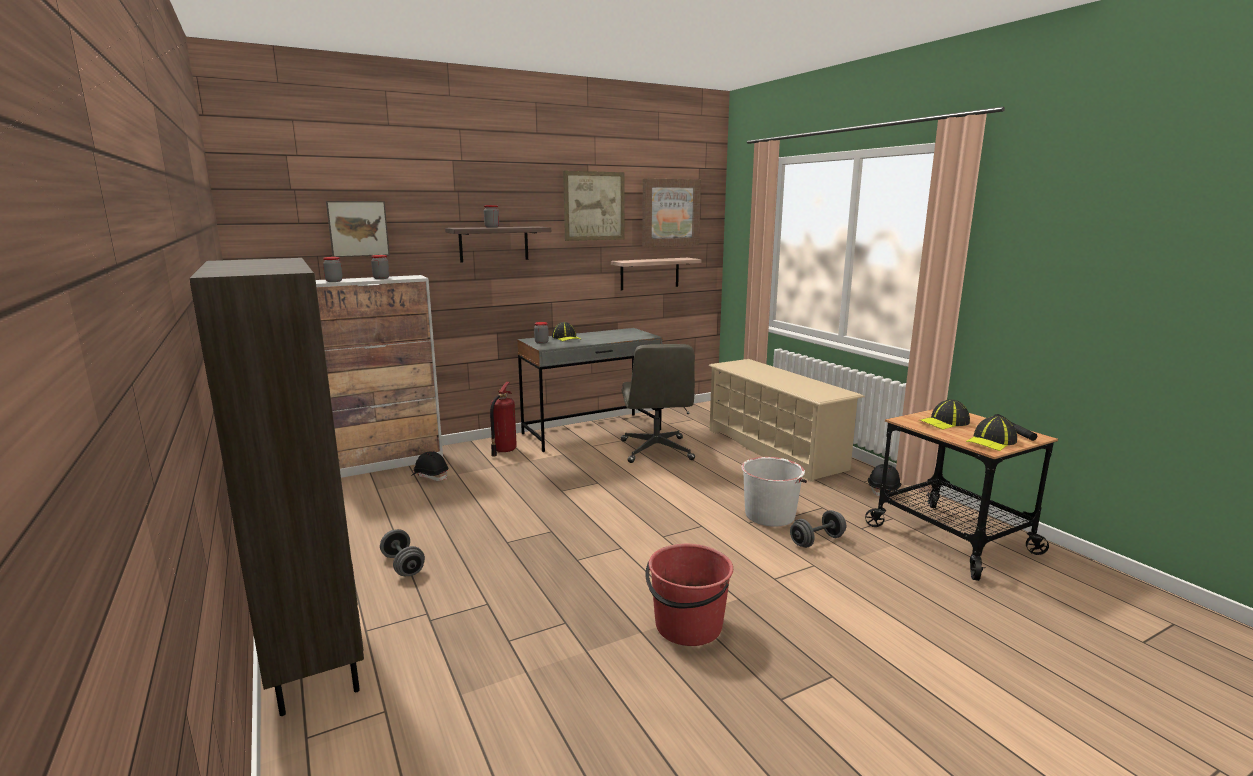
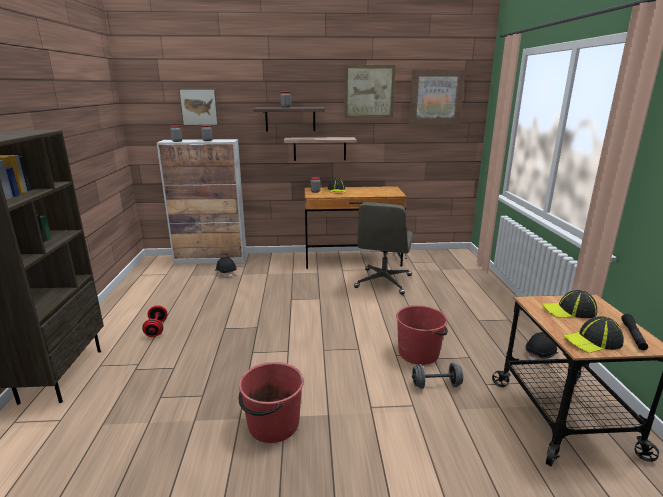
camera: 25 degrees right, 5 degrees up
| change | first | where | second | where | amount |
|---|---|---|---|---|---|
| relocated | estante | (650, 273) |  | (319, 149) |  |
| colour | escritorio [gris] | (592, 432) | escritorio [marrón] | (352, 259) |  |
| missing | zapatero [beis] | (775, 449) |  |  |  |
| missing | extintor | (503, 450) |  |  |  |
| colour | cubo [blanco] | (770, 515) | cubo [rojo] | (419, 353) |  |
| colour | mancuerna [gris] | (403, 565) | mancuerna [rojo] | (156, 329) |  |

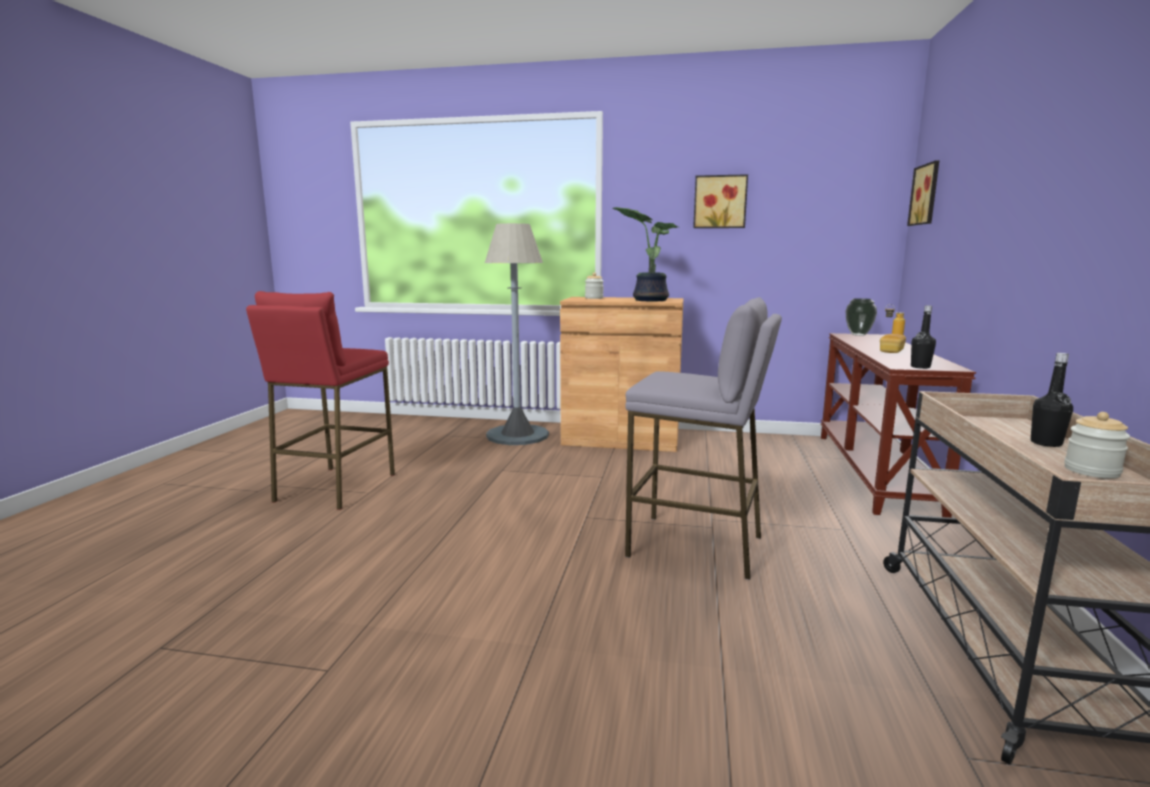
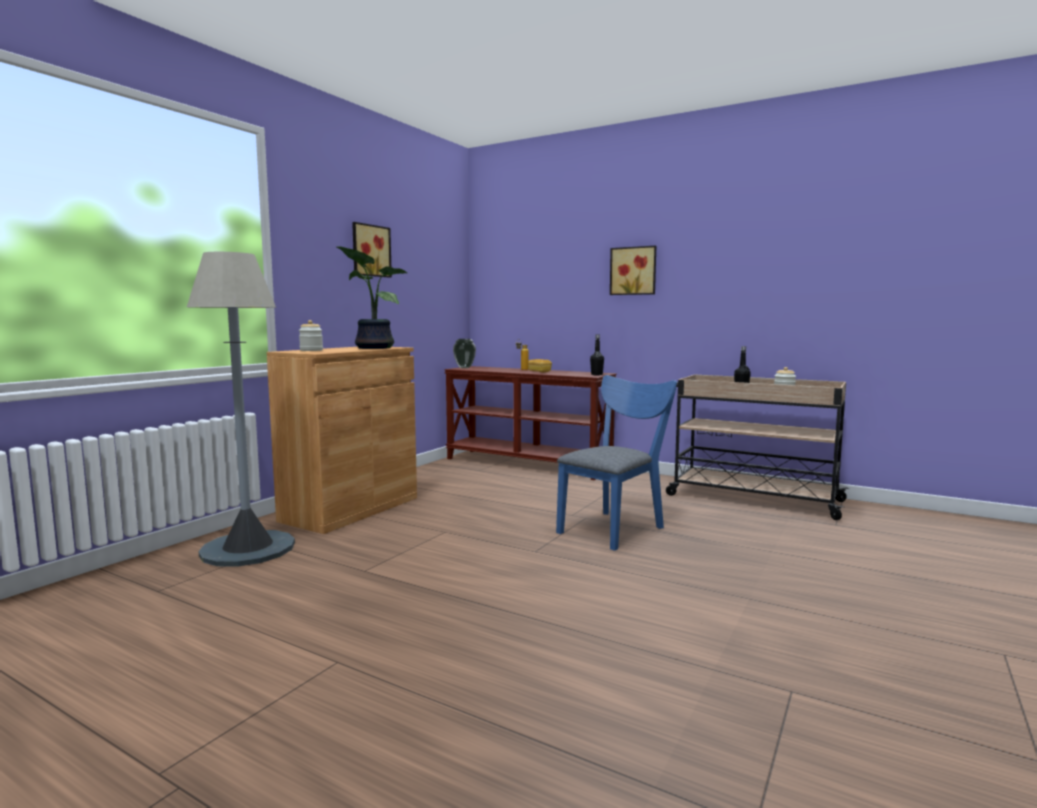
camera: 70 degrees left, 5 degrees down
| change | first | where | second | where | amount |
|---|---|---|---|---|---|
| relocated | cuadro | (927, 194) |  | (633, 271) |  |
| missing | taburete [rojo] | (334, 487) |  |  |  |
| exchanged | taburete [gris] | (696, 546) | silla [azul] | (615, 528) |  |

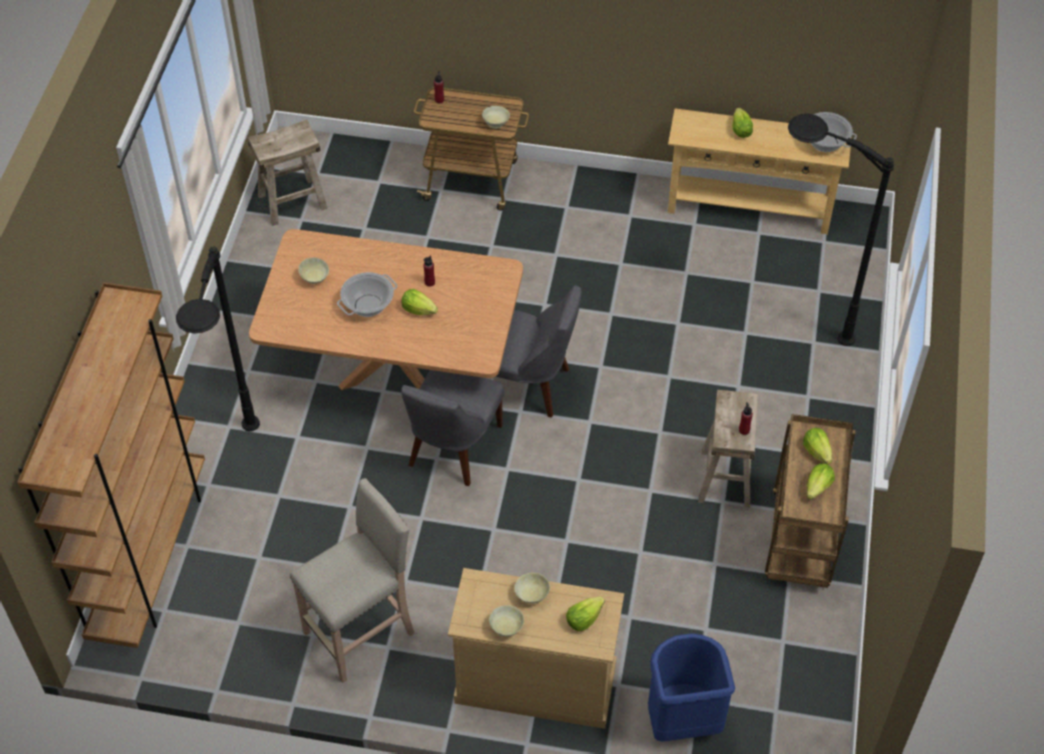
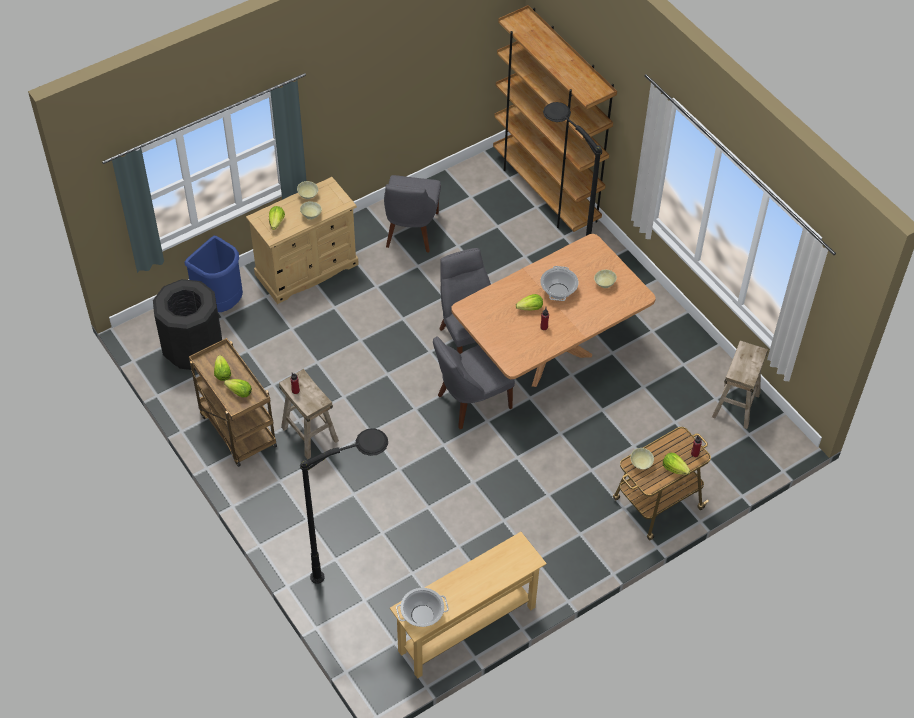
camera: 135 degrees right, 0 degrees up
| change | first | where | second | where | amount |
|---|---|---|---|---|---|
| relocated | lechuga | (740, 130) |  | (674, 468) |  |
| exchanged | taburete [beis] | (361, 632) | silla [gris] | (411, 232) |  |
| appeared |  |  | papelera [negro] | (193, 350) |  |

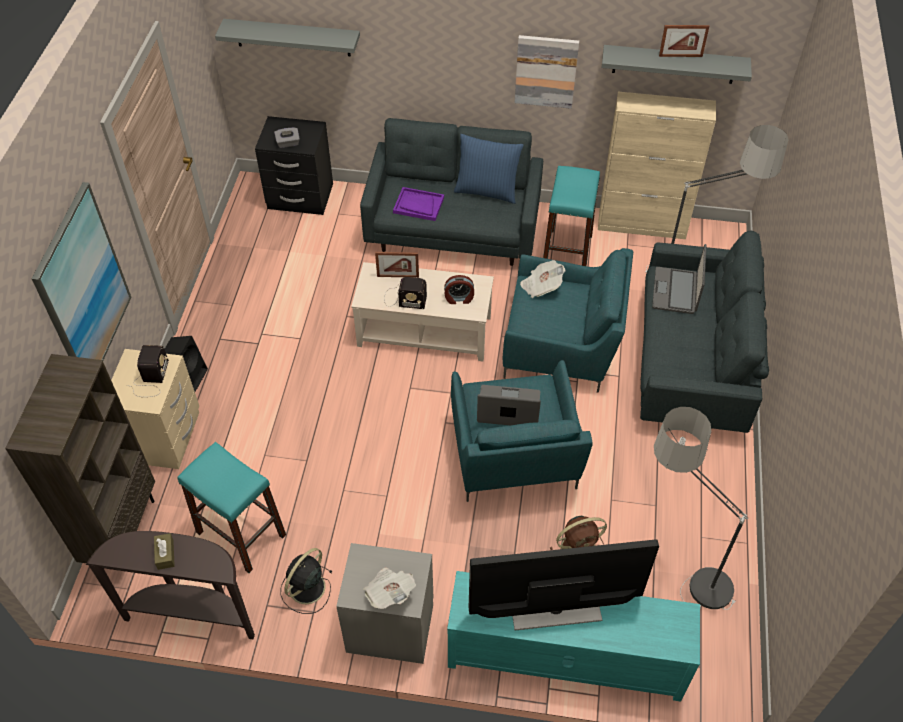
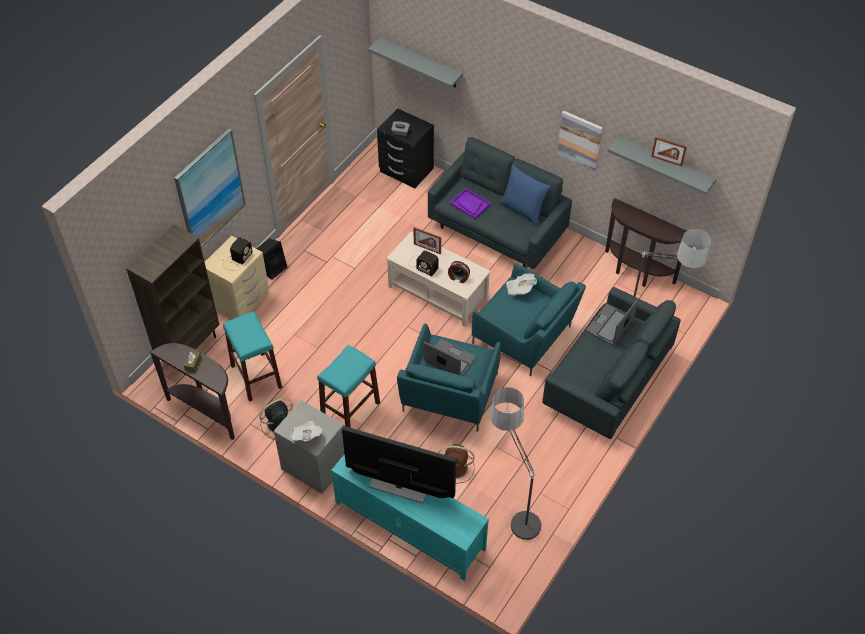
camera: 25 degrees right, 0 degrees up
| change | first | where | second | where | amount |
|---|---|---|---|---|---|
| exchanged | armario [beis] | (642, 225) | mesa consola [marrón] | (636, 273) |  |
| relocated | taburete [turquesa] | (567, 253) |  | (350, 410) |  |

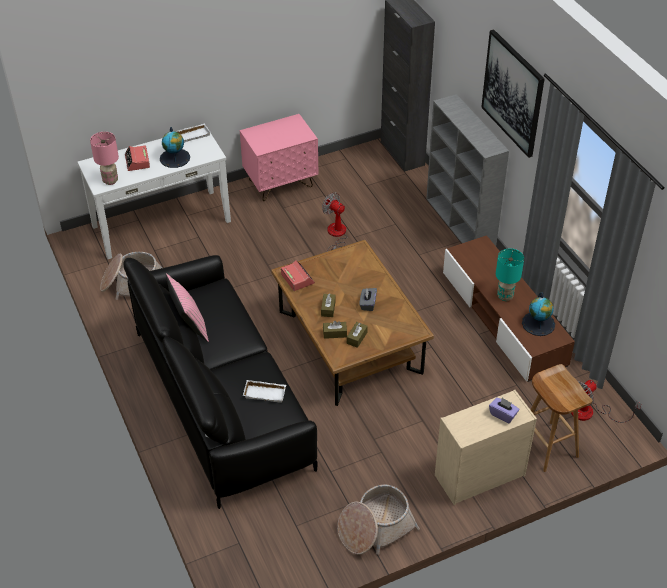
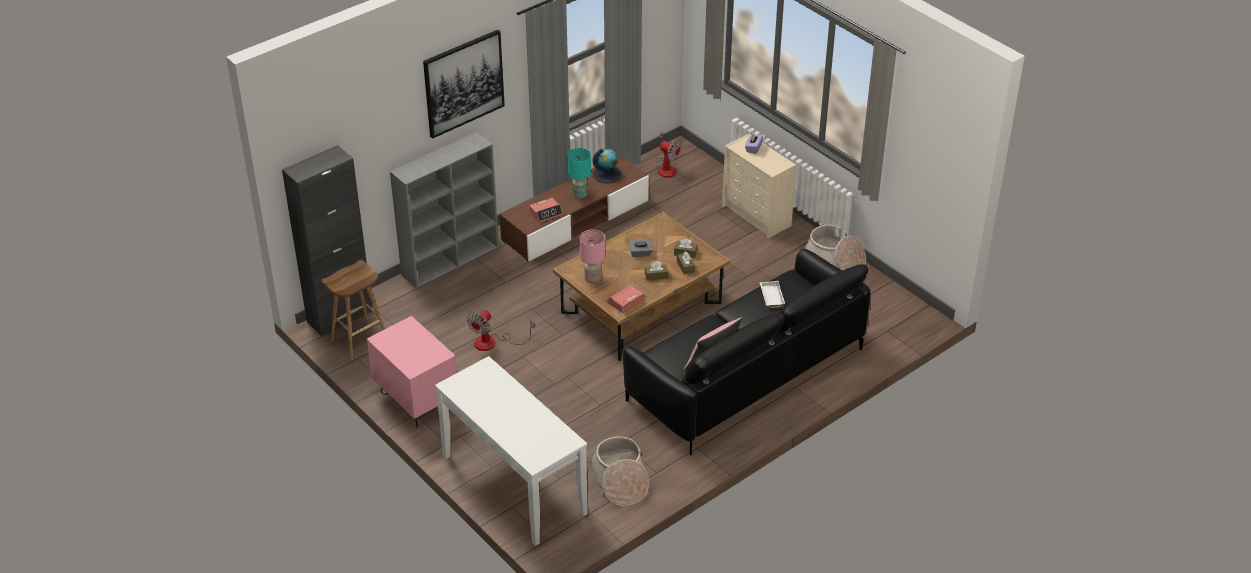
camera: 105 degrees left, 5 degrees down
| change | first | where | second | where | amount |
|---|---|---|---|---|---|
| missing | bandeja [blanco] | (192, 135) |  |  |  |
| missing | globo terráqueo | (175, 158) |  |  |  |
| relocated | lámpara de mesa [rosa] | (110, 180) |  | (592, 279) |  |
| relocated | despertador | (137, 161) |  | (546, 213) |  |
| relocated | taburete [marrón] | (546, 446) |  | (359, 341) |  |

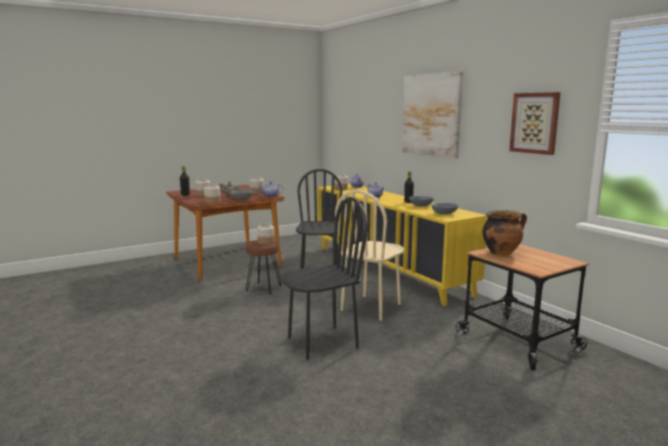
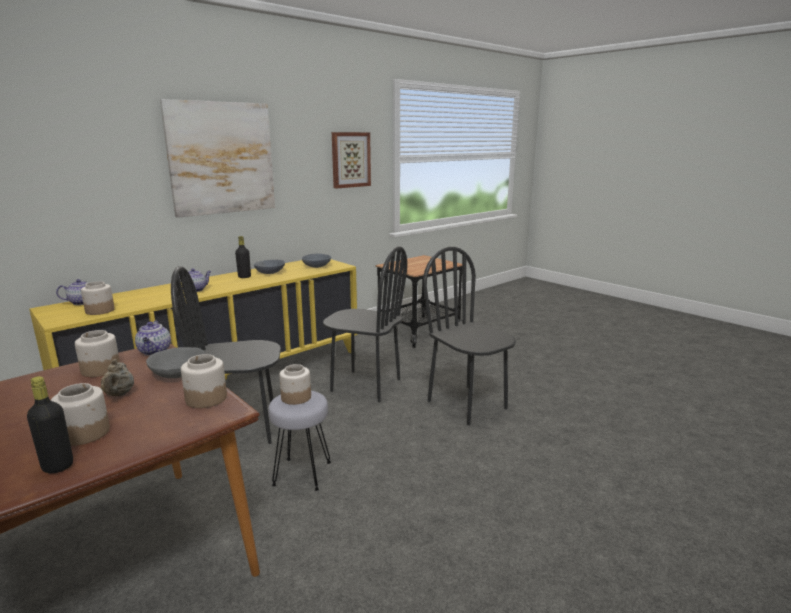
camera: 100 degrees left, 5 degrees up
| change | first | where | second | where | amount |
|---|---|---|---|---|---|
| colour | silla [beis] | (371, 307) | silla [negro] | (365, 385) |  |
| missing | olla | (501, 253) |  |  |  |
| colour | taburete [marrón] | (263, 288) | taburete [gris] | (303, 474) |  |

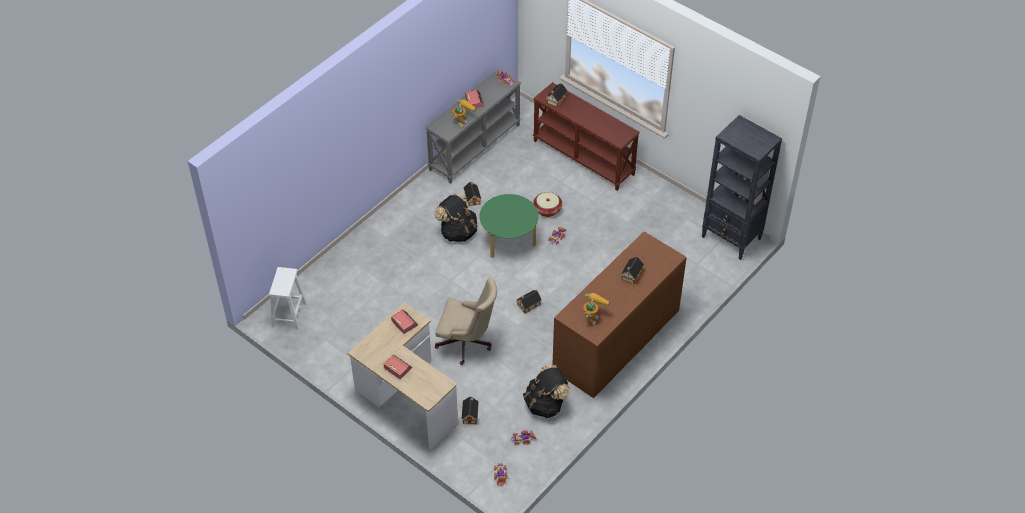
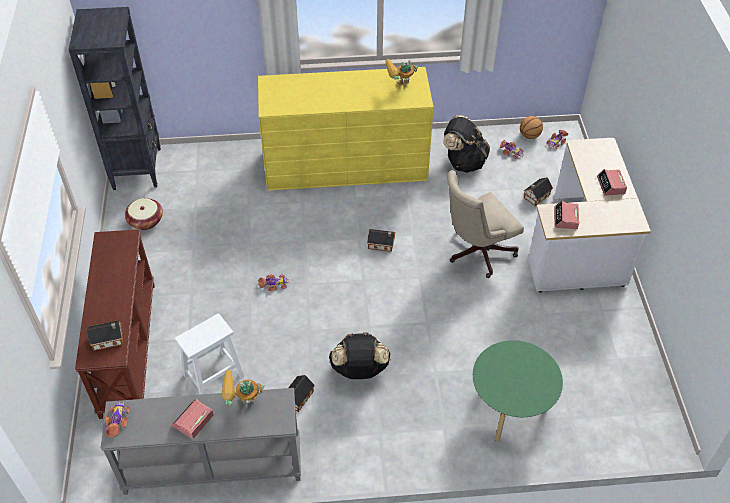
camera: 135 degrees left, 0 degrees up
| change | first | where | second | where | amount |
|---|---|---|---|---|---|
| relocated | cesta | (547, 209) |  | (146, 221) |  |
| relocated | mesa de centro [verde] | (509, 241) |  | (510, 408) |  |
| colour | cómoda [marrón] | (616, 340) | cómoda [amarillo] | (346, 165) |  |
| missing | casita | (631, 275) |  |  |  |
| relocated | taburete [blanco] | (289, 314) |  | (213, 376) |  |
| spun | silla de oficina [beis] | (467, 343) |  | (476, 252) | 90 degrees counterclockwise |
| appeared |  |  | balón de baloncesto | (529, 135) |  |

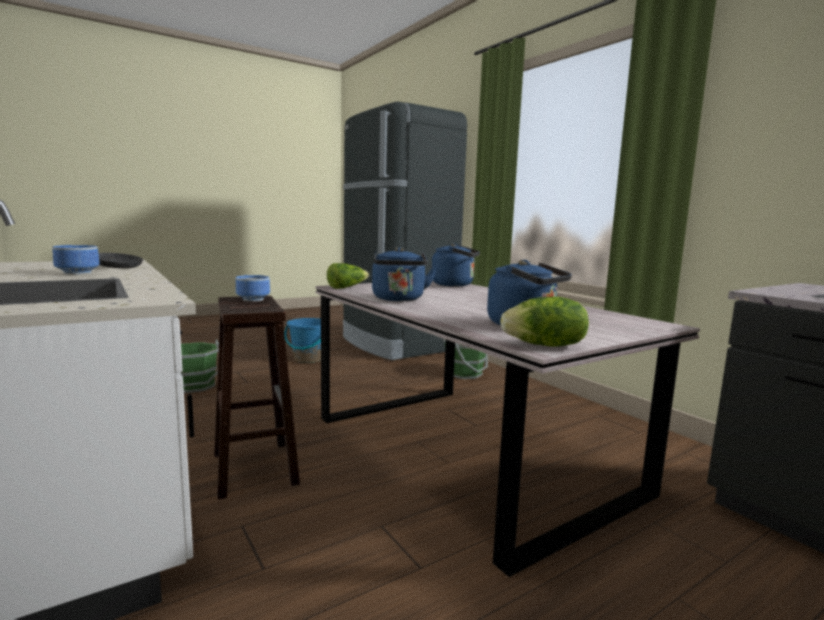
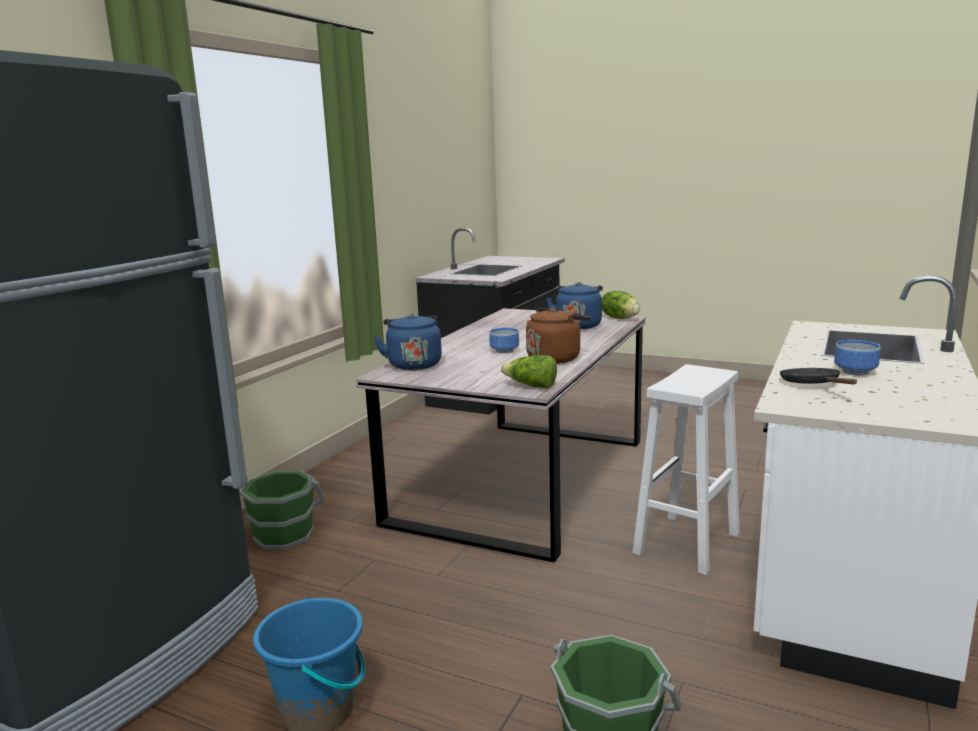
camera: 120 degrees left, 5 degrees up
| change | first | where | second | where | amount |
|---|---|---|---|---|---|
| colour | hervidor [azul] | (399, 299) | hervidor [marrón] | (555, 358) |  |
| relocated | cuenco | (252, 299) |  | (504, 351) |  |
| colour | taburete [marrón] | (254, 467) | taburete [blanco] | (686, 544) |  |

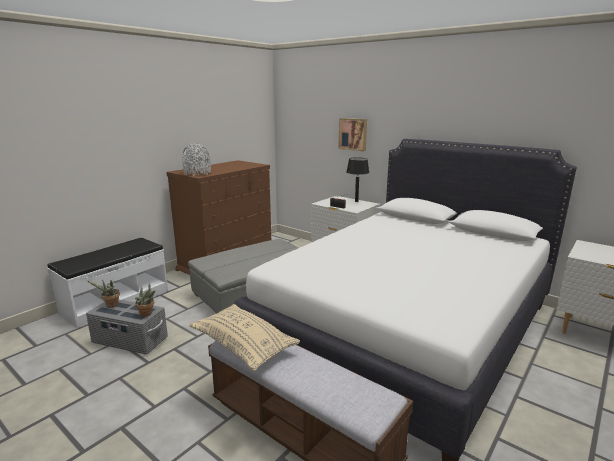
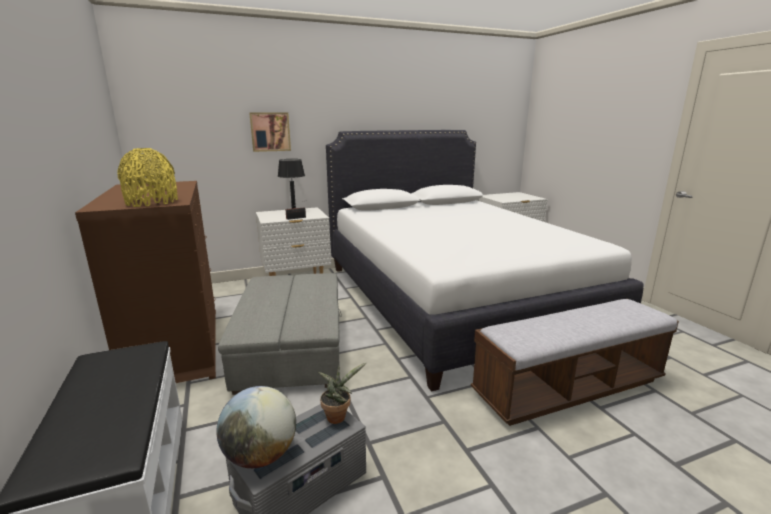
camera: 60 degrees left, 0 degrees up
| change | first | where | second | where | amount |
|---|---|---|---|---|---|
| colour | florero [gris] | (197, 173) | florero [amarillo] | (152, 202) |  |
| exchanged | planta en maceta | (110, 305) | globo terráqueo | (261, 455) |  |
| missing | cojín [beis] | (243, 345) |  |  |  |

